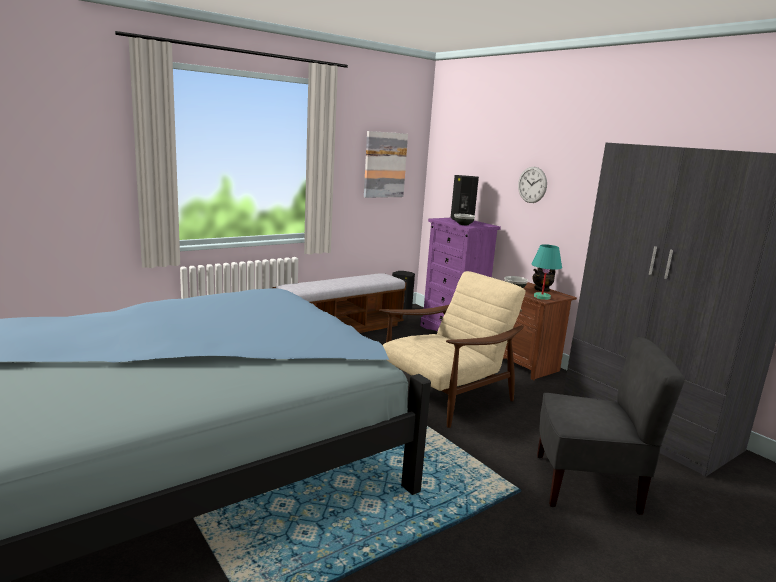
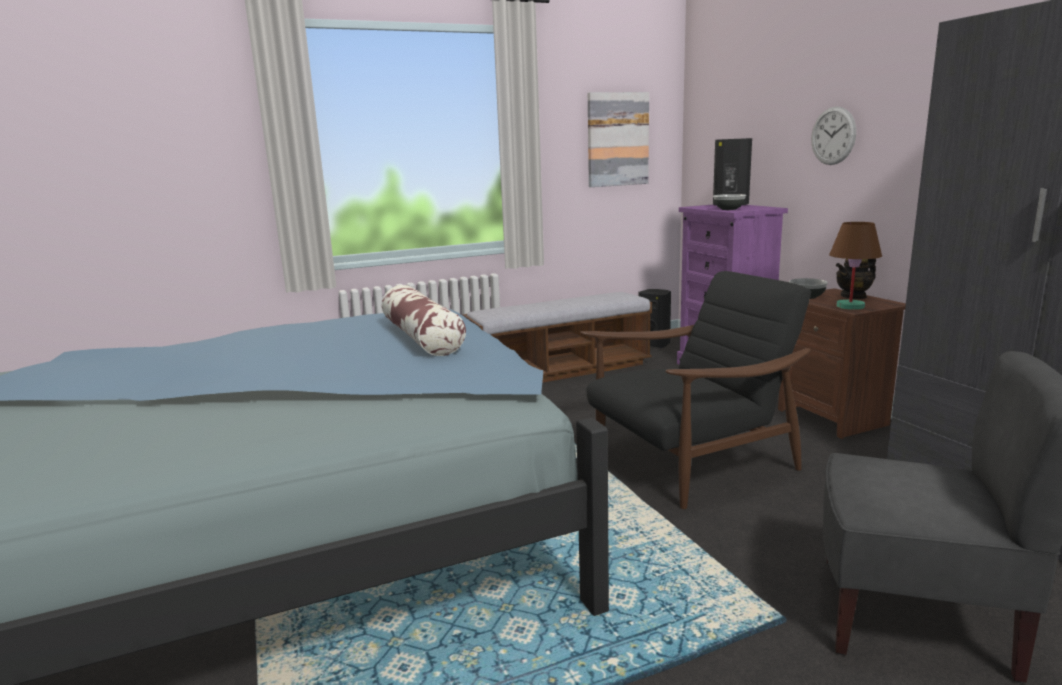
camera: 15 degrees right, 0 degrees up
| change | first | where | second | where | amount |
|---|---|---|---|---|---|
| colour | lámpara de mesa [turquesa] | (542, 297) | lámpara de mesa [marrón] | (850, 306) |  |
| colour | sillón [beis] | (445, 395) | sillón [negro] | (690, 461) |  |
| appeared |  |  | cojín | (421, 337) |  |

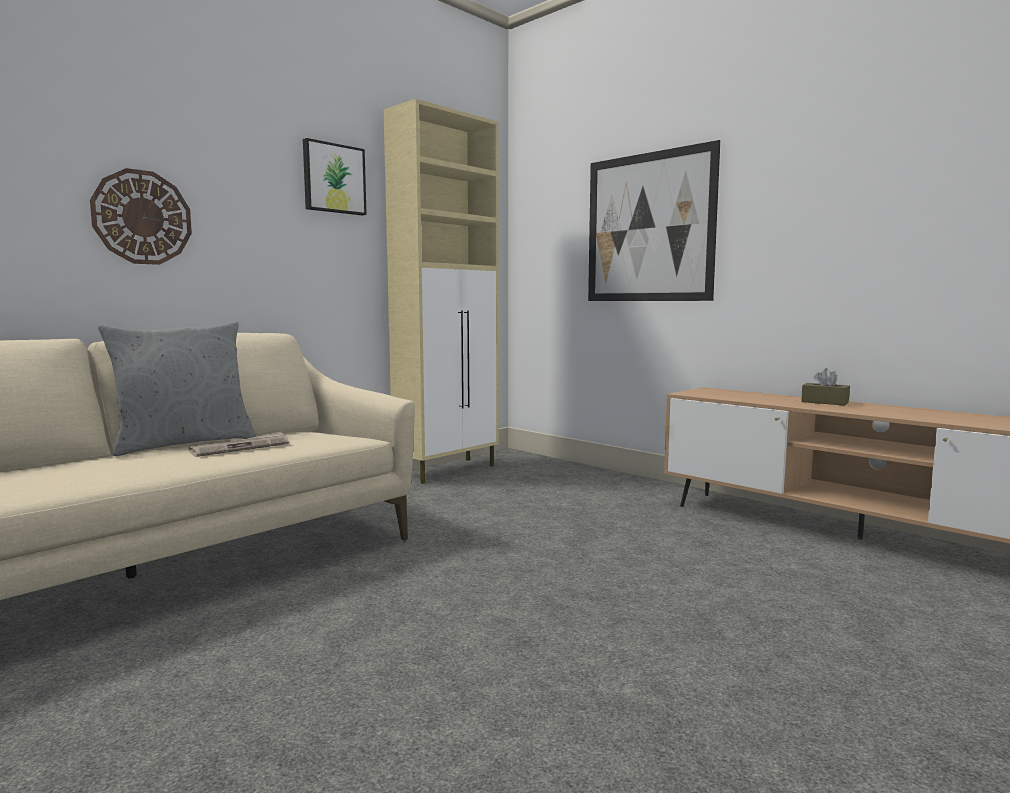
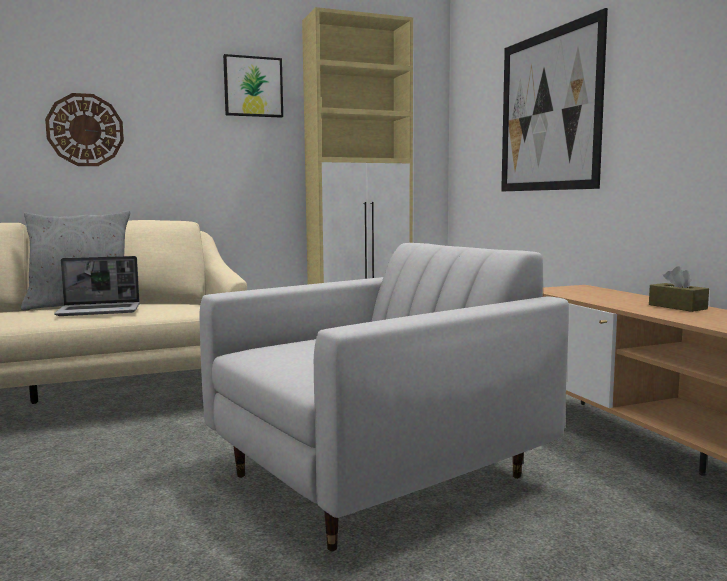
camera: 25 degrees right, 0 degrees up
| change | first | where | second | where | amount |
|---|---|---|---|---|---|
| exchanged | periódico | (241, 447) | portátil | (100, 311) |  |
| appeared |  |  | sillón [blanco] | (379, 477) |  |

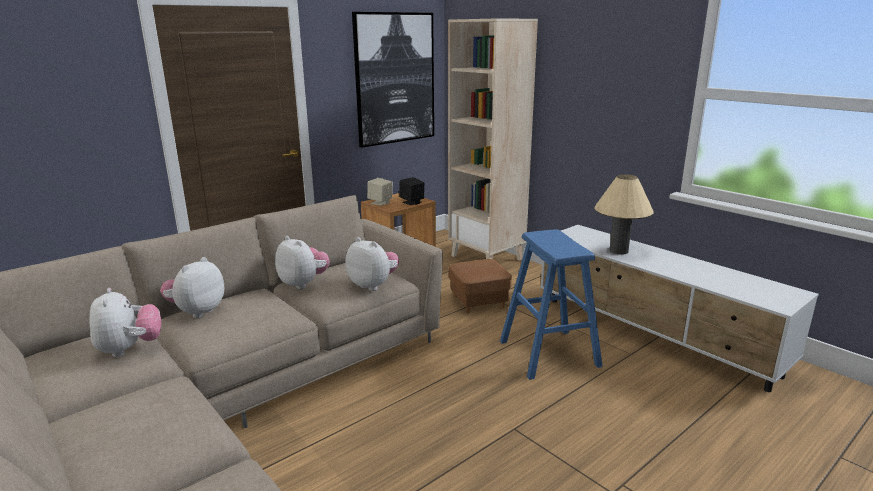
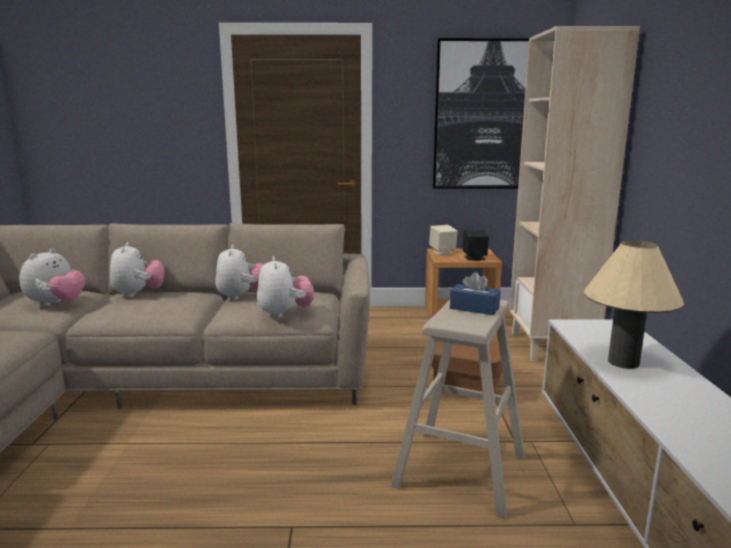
camera: 40 degrees right, 5 degrees down
| change | first | where | second | where | amount |
|---|---|---|---|---|---|
| colour | taburete [azul] | (549, 353) | taburete [beis] | (460, 471) |  |
| spun | peluche | (197, 312) |  | (138, 294) | 105 degrees clockwise |
| appeared |  |  | caja de pañuelos [azul] | (474, 308) |  |

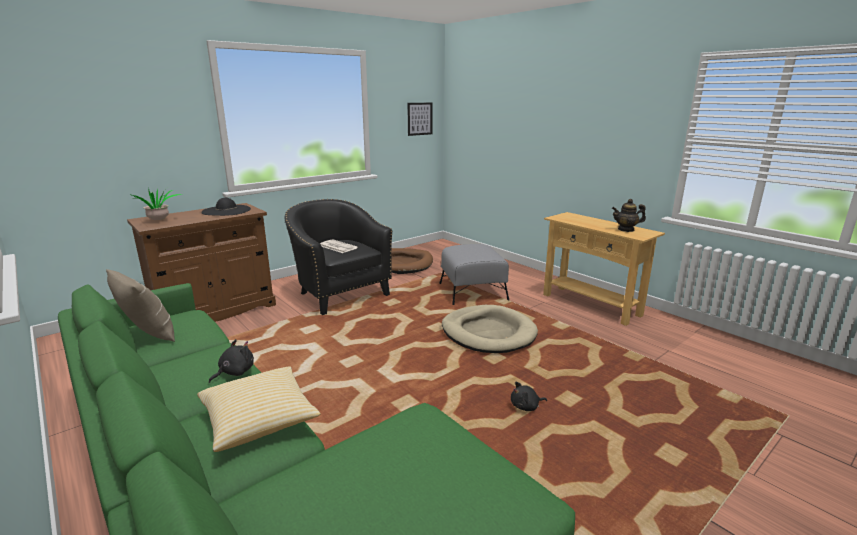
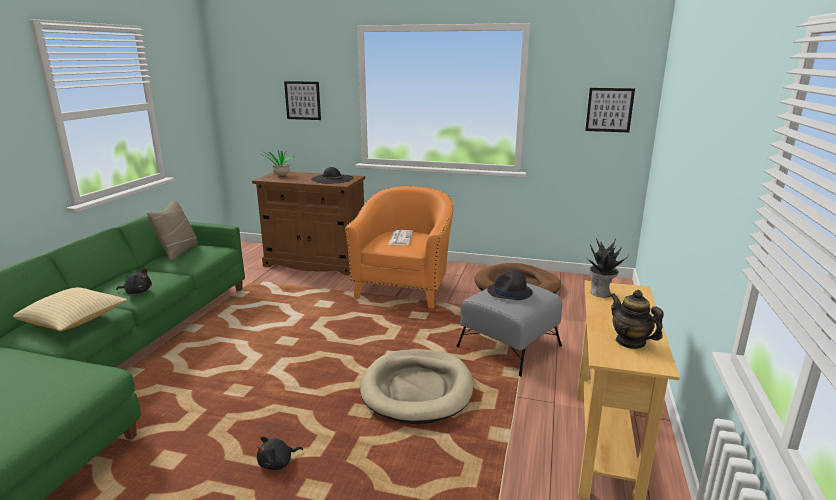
camera: 55 degrees right, 0 degrees up
| change | first | where | second | where | amount |
|---|---|---|---|---|---|
| colour | sillón [negro] | (339, 294) | sillón [naranja] | (404, 288) |  |
| spun | peluche [negro] | (526, 407) |  | (278, 463) | 75 degrees counterclockwise |
| appeared |  |  | cuadro | (303, 100) |  |
| appeared |  |  | planta en maceta | (600, 293) |  |
| appeared |  |  | sombrero [negro] | (509, 292) |  |

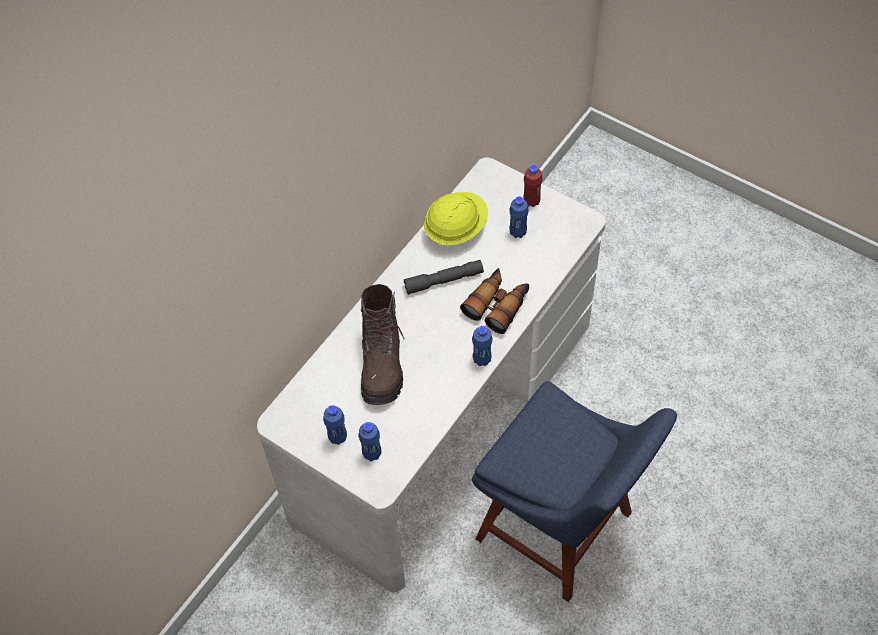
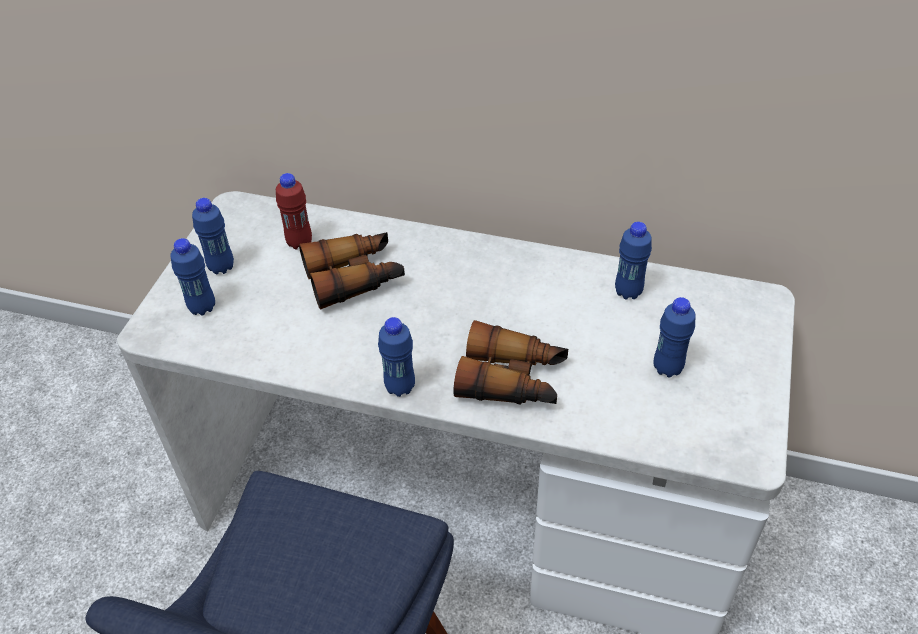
camera: 70 degrees right, 10 degrees down
| change | first | where | second | where | amount |
|---|---|---|---|---|---|
| relocated | botella [rojo] | (531, 202) |  | (299, 242) |  |
| exchanged | casco [amarillo] | (455, 229) | botella [azul] | (628, 292) |  |
| missing | linterna [gris] | (444, 280) |  |  |  |
| exchanged | bota [marrón] | (382, 363) | prismáticos | (355, 277) |  |

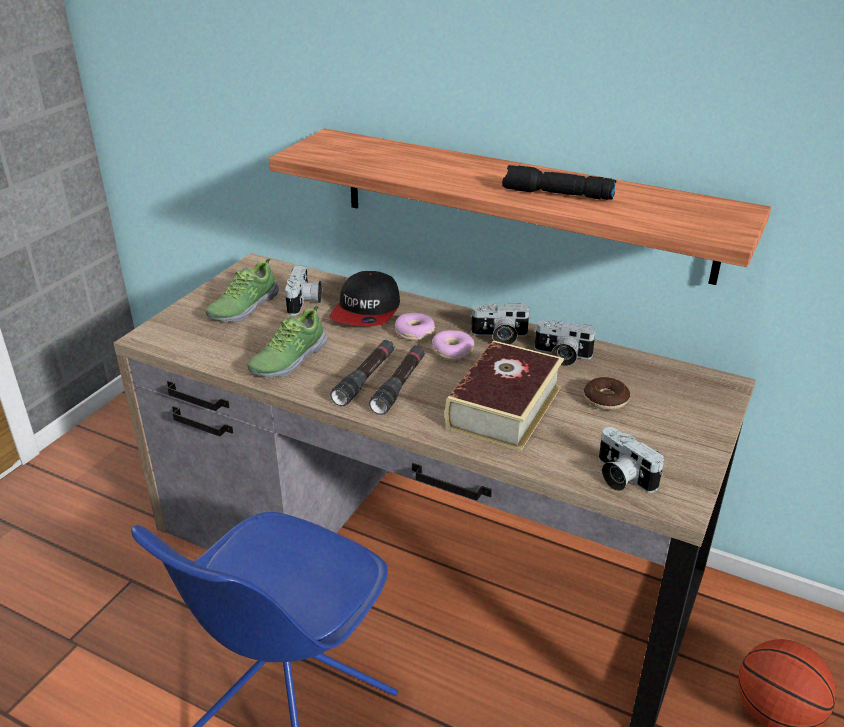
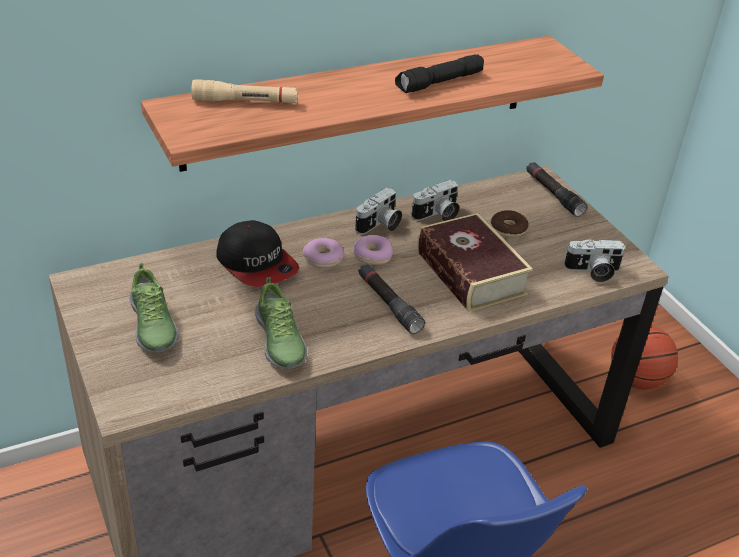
camera: 55 degrees left, 5 degrees up
| change | first | where | second | where | amount |
|---|---|---|---|---|---|
| missing | cámara | (305, 303) |  |  |  |
| relocated | linterna [negro] | (365, 378) |  | (553, 194) |  |
| appeared |  |  | linterna [beis] | (245, 101) |  |

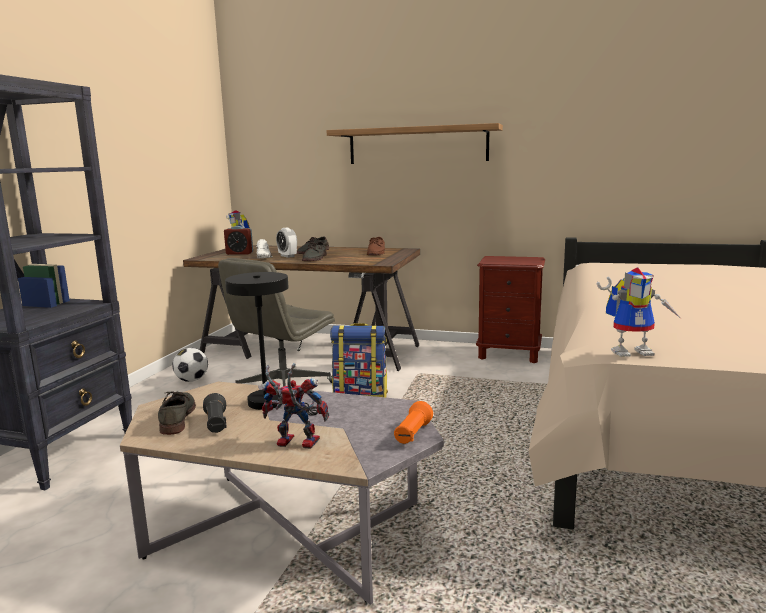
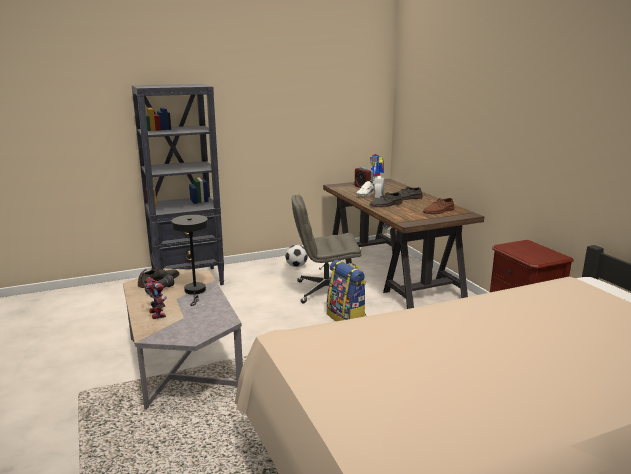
camera: 50 degrees right, 5 degrees up
| change | first | where | second | where | amount |
|---|---|---|---|---|---|
| missing | estante | (417, 145) |  |  |  |
| missing | robot de juguete | (632, 351) |  |  |  |
| missing | linterna [naranja] | (412, 434) |  |  |  |

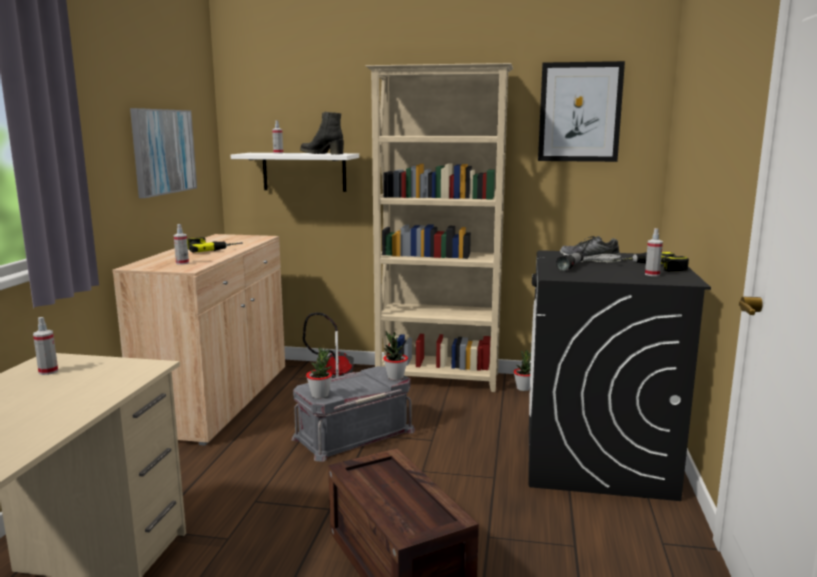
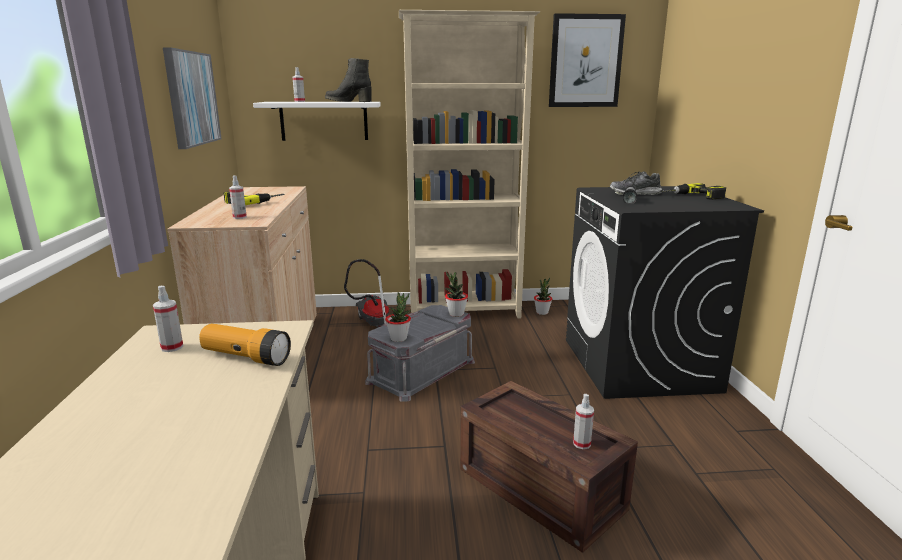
camera: 15 degrees left, 5 degrees up
| change | first | where | second | where | amount |
|---|---|---|---|---|---|
| relocated | pulverizador | (652, 274) |  | (581, 444) |  |
| appeared |  |  | linterna | (246, 357) |  |

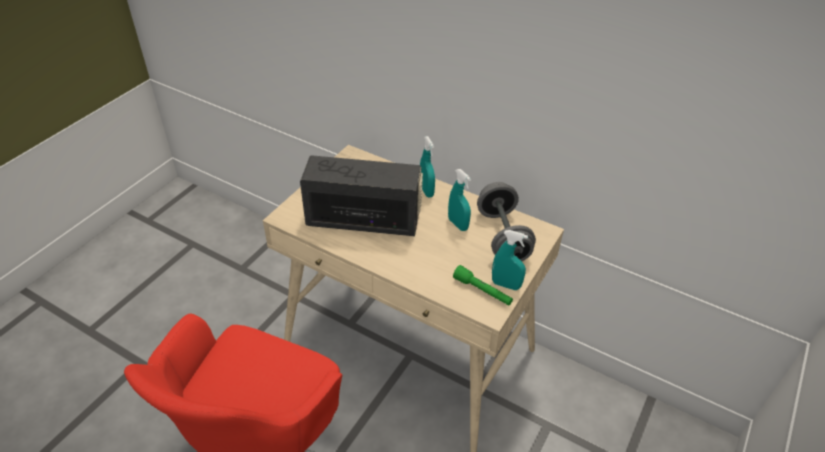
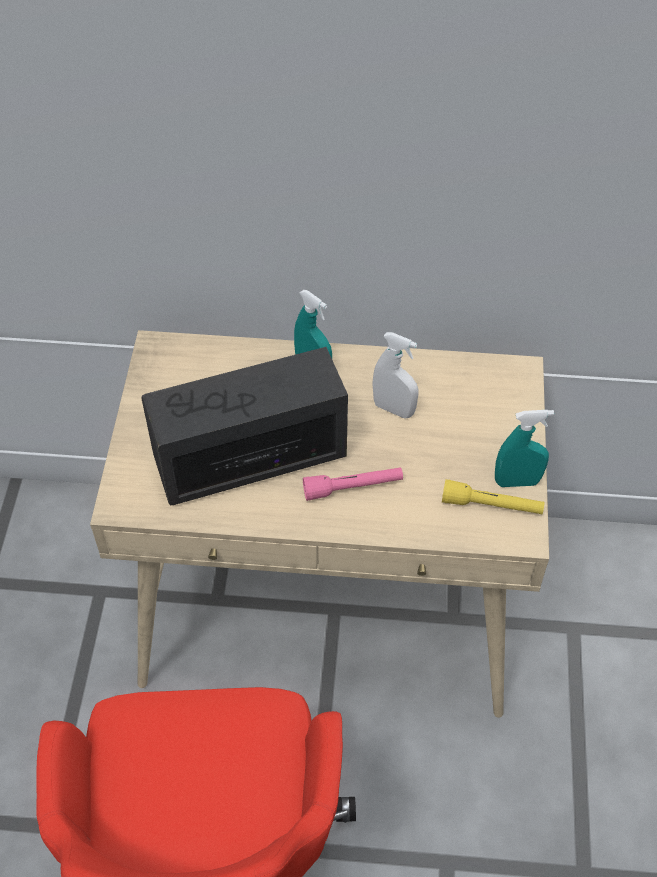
camera: 25 degrees left, 10 degrees up
| change | first | where | second | where | amount |
|---|---|---|---|---|---|
| colour | pulverizador [turquesa] | (458, 224) | pulverizador [blanco] | (393, 409) |  |
| missing | mancuerna [gris] | (503, 236) |  |  |  |
| colour | linterna [verde] | (482, 291) | linterna [amarillo] | (491, 505) |  |
| appeared |  |  | linterna [rosa] | (353, 487) |  |

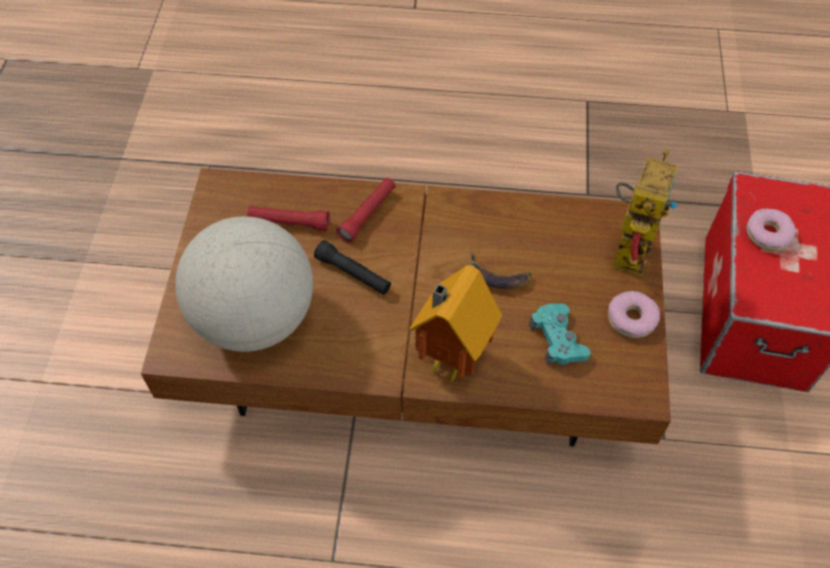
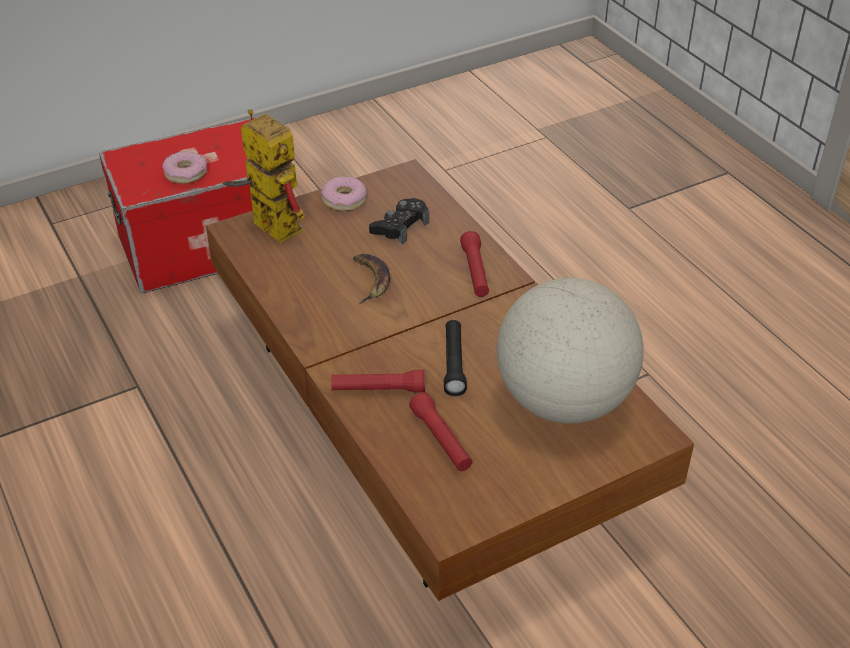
camera: 125 degrees left, 15 degrees down
| change | first | where | second | where | amount |
|---|---|---|---|---|---|
| spun | robot de juguete | (629, 244) |  | (267, 224) | 60 degrees clockwise |
| exchanged | casita | (449, 357) | linterna [rojo] | (475, 272) |  |
| colour | mando de consola [turquesa] | (558, 339) | mando de consola [negro] | (400, 226) |  |

